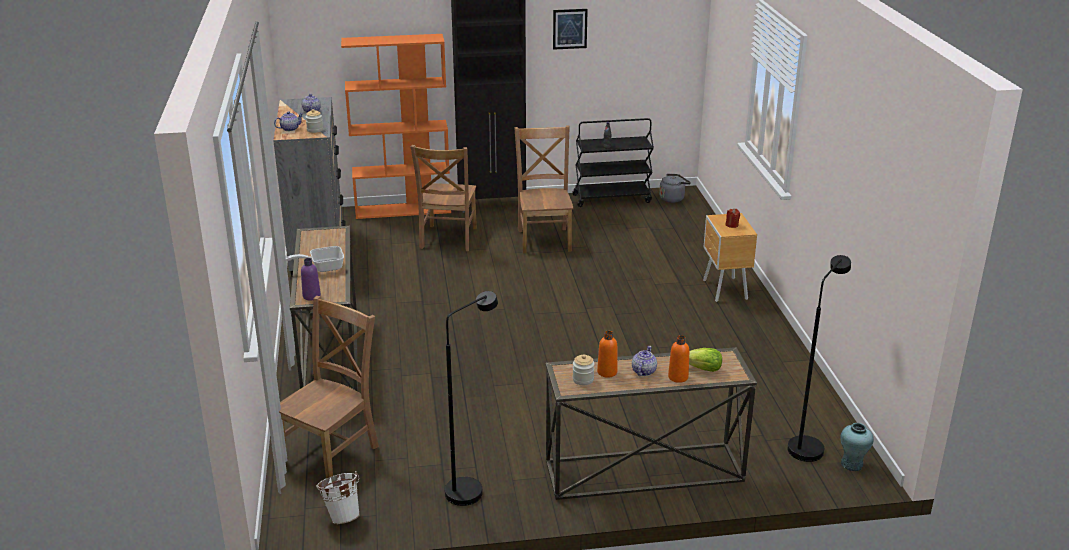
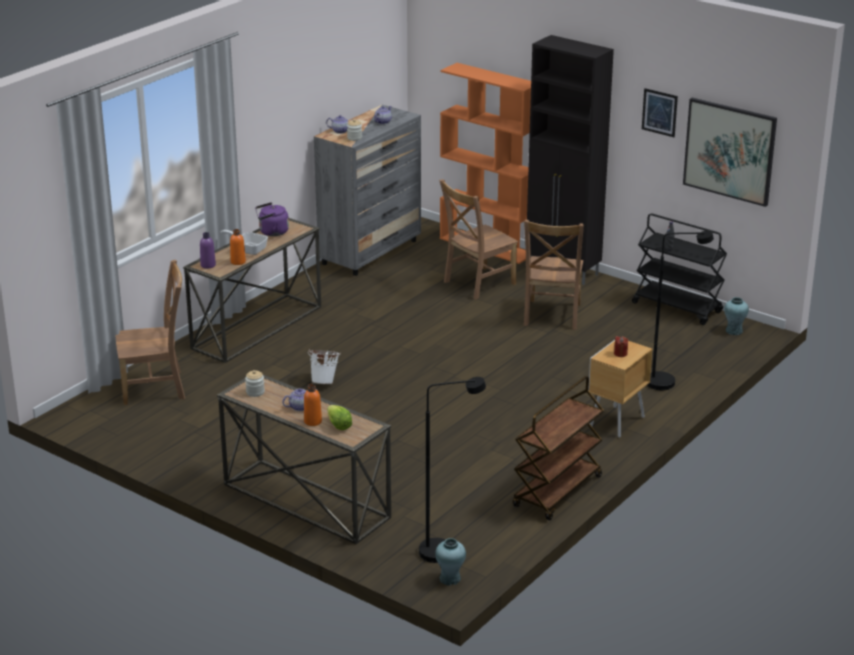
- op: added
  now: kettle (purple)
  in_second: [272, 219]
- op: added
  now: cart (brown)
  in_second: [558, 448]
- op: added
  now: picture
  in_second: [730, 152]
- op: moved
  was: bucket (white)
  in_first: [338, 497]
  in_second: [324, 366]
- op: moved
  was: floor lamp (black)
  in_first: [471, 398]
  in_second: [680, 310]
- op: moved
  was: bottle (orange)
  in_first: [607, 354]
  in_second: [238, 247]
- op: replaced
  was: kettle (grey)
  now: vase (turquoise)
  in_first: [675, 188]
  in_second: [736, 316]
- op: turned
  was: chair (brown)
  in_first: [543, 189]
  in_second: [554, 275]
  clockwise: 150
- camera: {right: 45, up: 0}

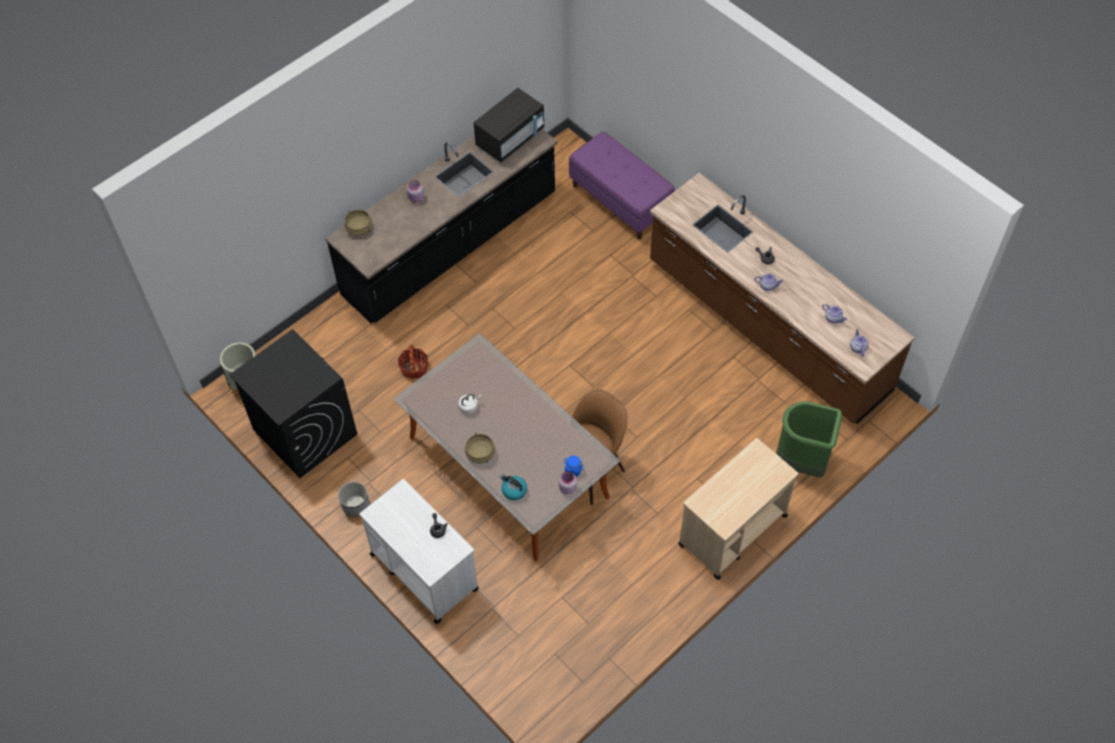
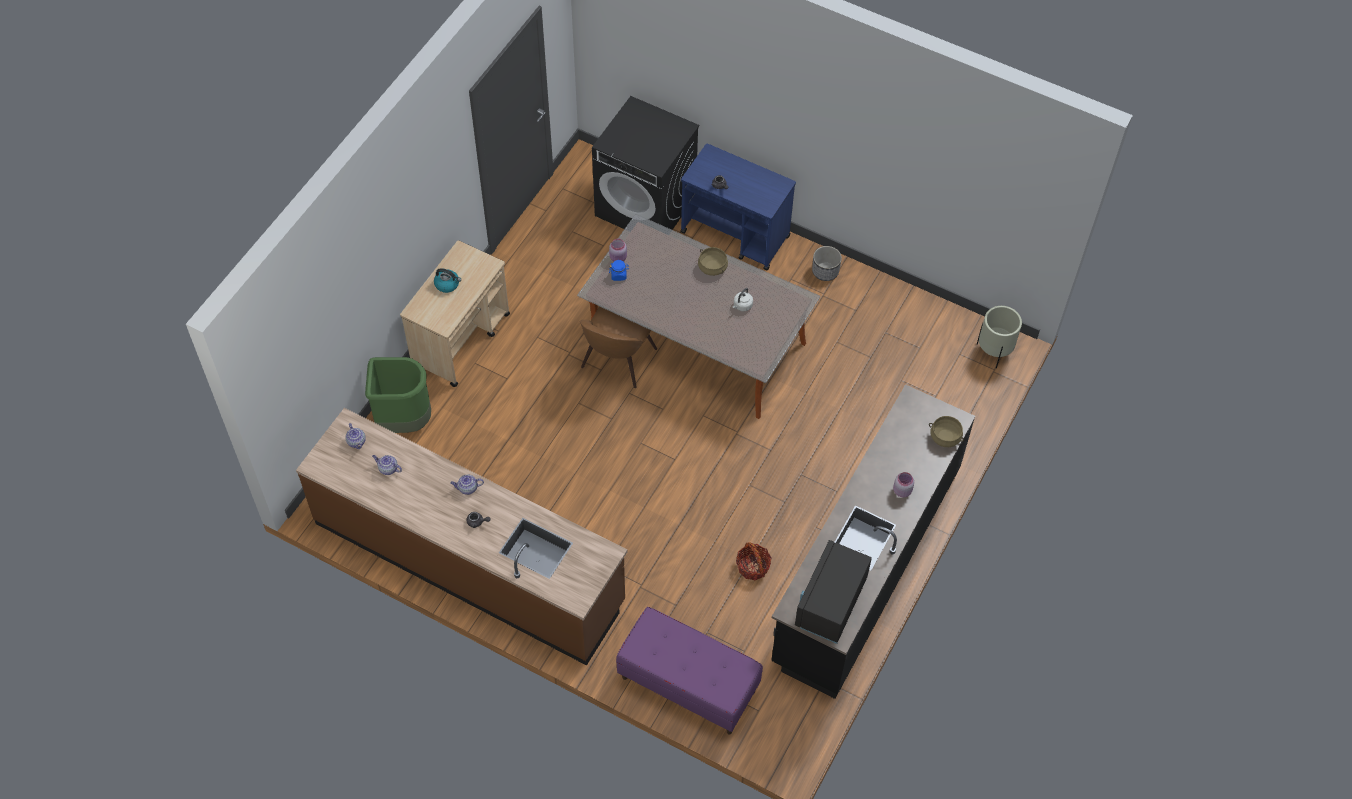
- op: moved
  was: washing machine (black)
  in_first: [293, 403]
  in_second: [645, 163]
- op: moved
  was: basket
  in_first: [413, 362]
  in_second: [754, 561]
- op: moved
  was: kettle
  in_first: [513, 487]
  in_second: [447, 280]
- op: recoloured
  was: cart (white)
  now: cart (blue)
  in_first: [419, 551]
  in_second: [738, 206]
- camera: {right: 160, up: 0}

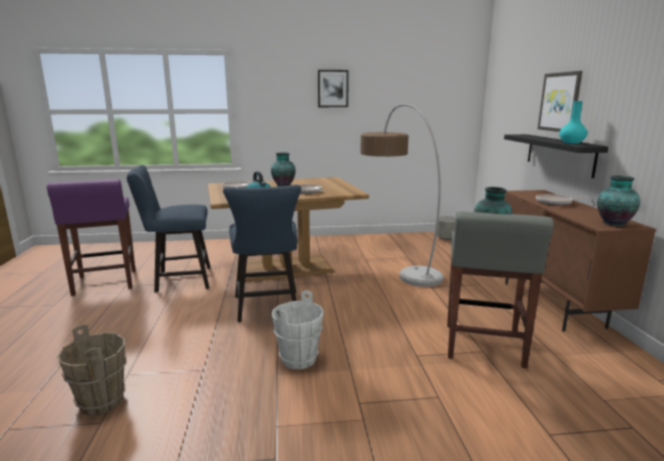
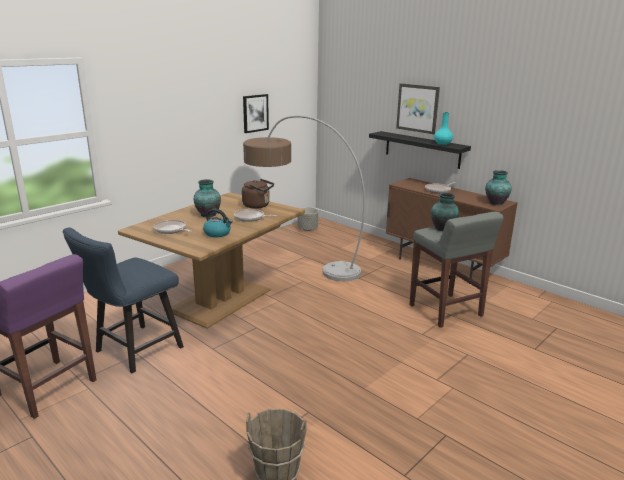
- op: removed
  was: chair (blue)
  in_first: [262, 253]
- op: removed
  was: bucket (white)
  in_first: [298, 330]
- op: added
  now: kettle (brown)
  in_second: [258, 194]
- op: moved
  was: picture
  in_first: [333, 88]
  in_second: [256, 113]
- camera: {right: -40, up: 5}

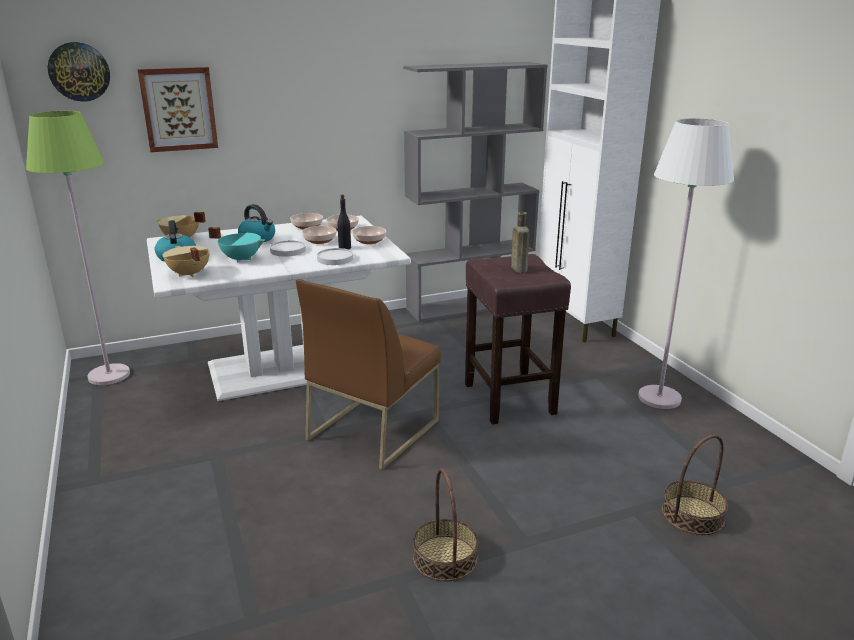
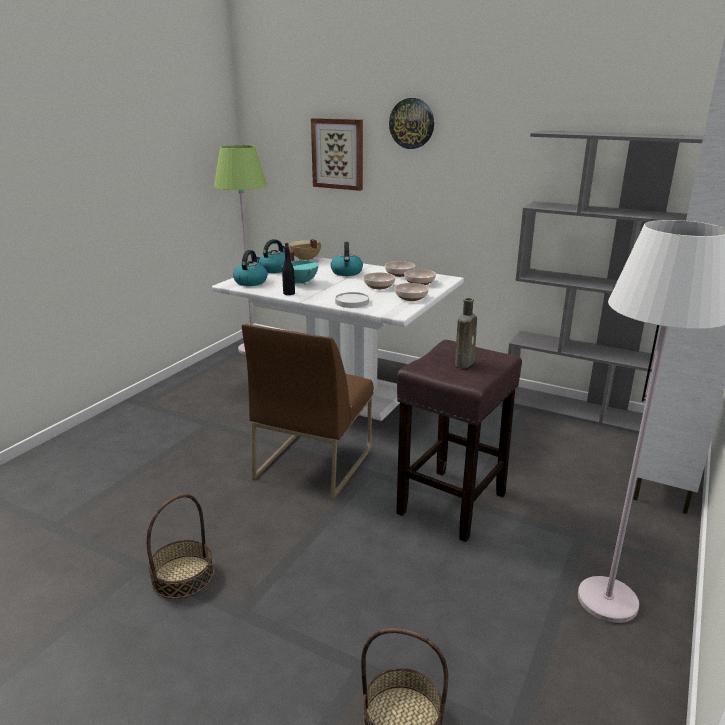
- op: removed
  was: plate (white)
  in_first: [288, 248]
- op: moved
  was: wall clock
  in_first: [79, 72]
  in_second: [411, 123]
- op: moved
  was: bottle (black)
  in_first: [344, 222]
  in_second: [288, 269]
- op: replaced
  was: cooking pot (beige)
  now: kettle
  in_first: [186, 261]
  in_second: [250, 268]
- op: turned
  was: chair (brown)
  in_first: [368, 374]
  in_second: [308, 412]
  clockwise: -60
- camera: {right: 50, up: 0}

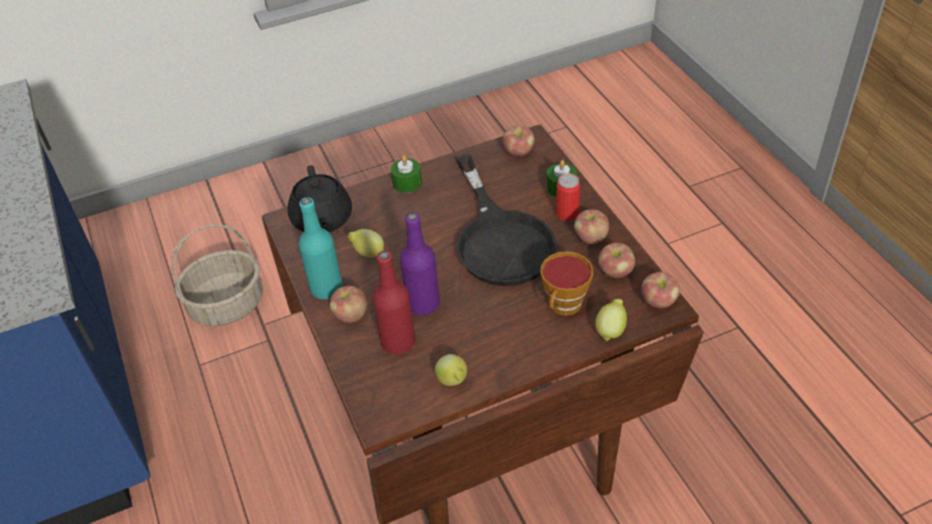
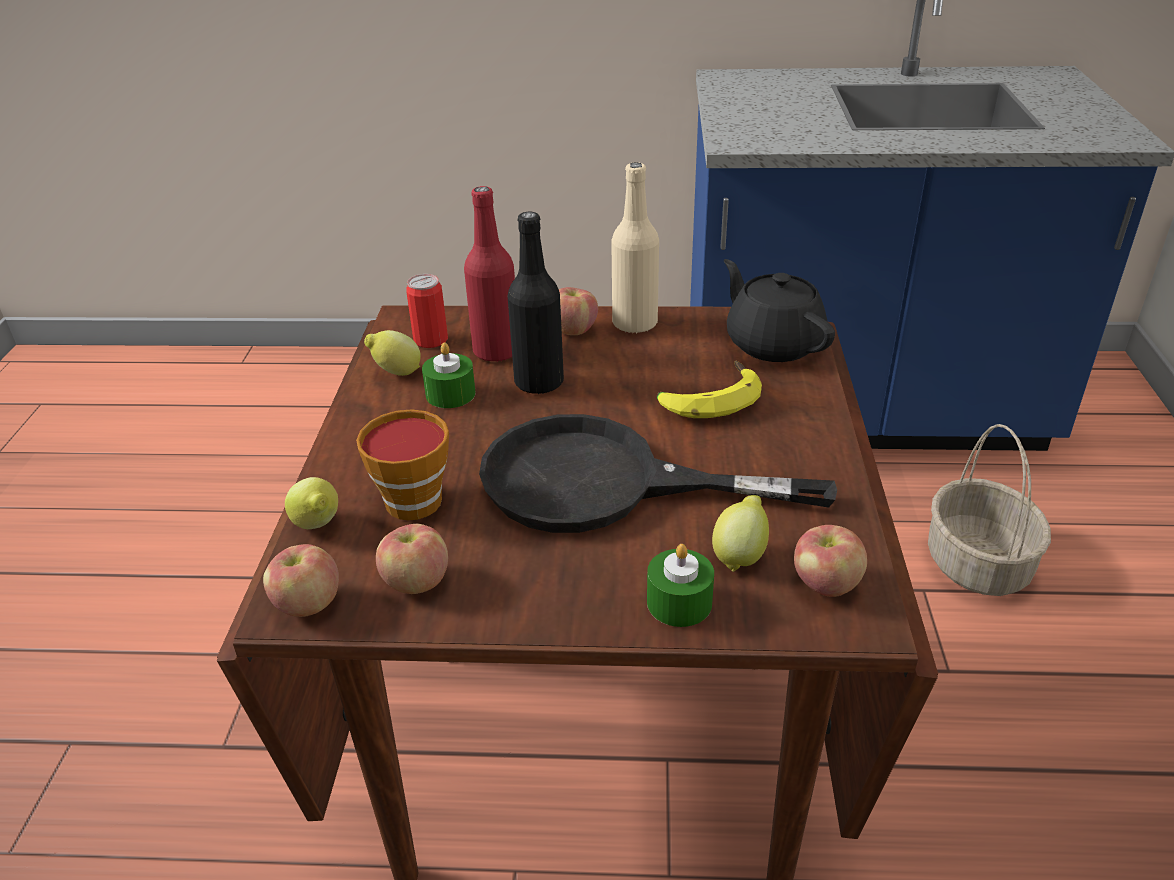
- op: removed
  was: apple
  in_first: [591, 226]
- op: added
  now: banana
  in_second: [709, 389]
- op: moved
  was: lemon
  in_first: [366, 243]
  in_second: [740, 533]
- op: moved
  was: candle (green)
  in_first: [406, 174]
  in_second: [449, 375]
- op: moved
  was: can
  in_first: [568, 197]
  in_second: [427, 311]
- op: recoloured
  was: bottle (turquoise)
  now: bottle (beige)
  in_first: [321, 248]
  in_second: [635, 247]
- op: recoloured
  was: bottle (purple)
  now: bottle (black)
  in_first: [420, 264]
  in_second: [535, 303]
- op: turned
  was: teapot (black)
  in_first: [320, 199]
  in_second: [779, 310]
  clockwise: 45
- camera: {right: 115, up: -10}

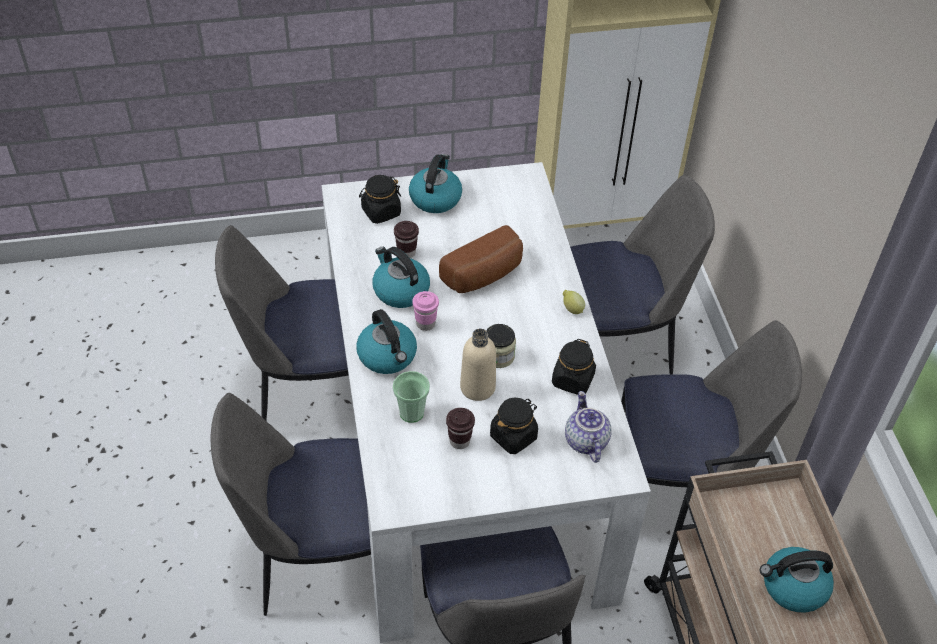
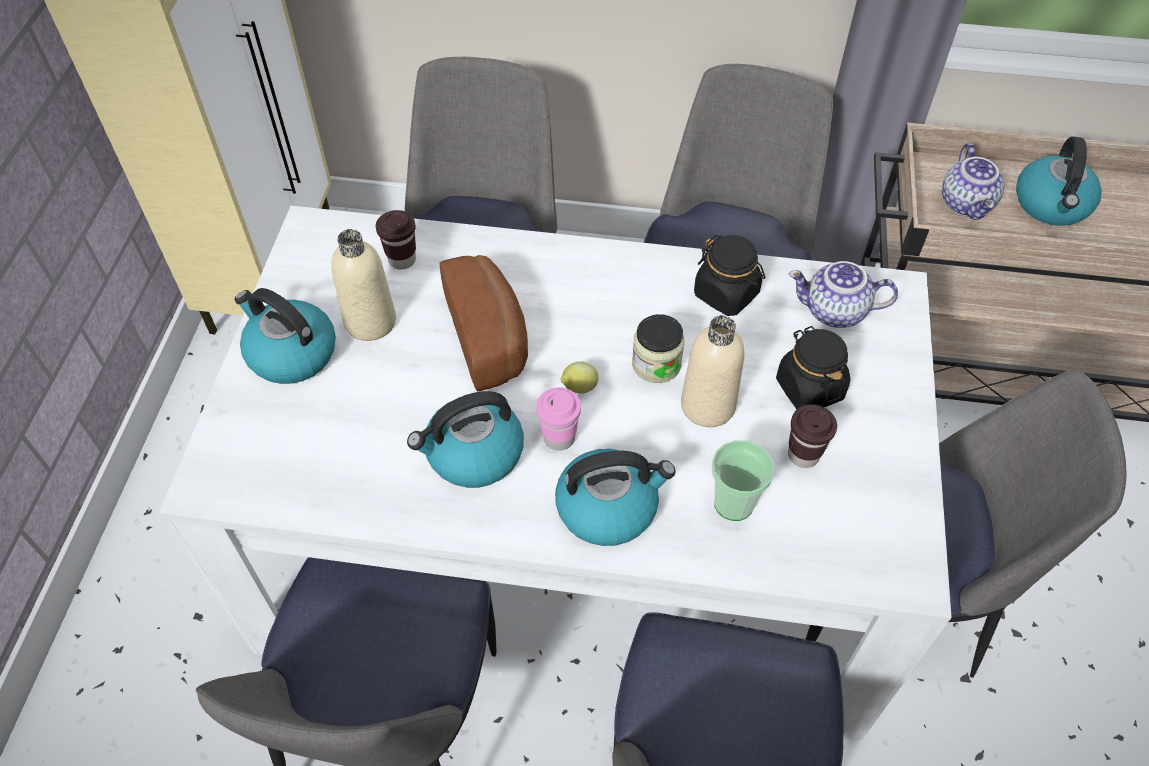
- op: removed
  was: jar (black)
  in_first: [380, 199]
- op: added
  now: bottle (beige)
  in_second: [363, 285]
- op: added
  now: teapot
  in_second: [973, 181]
- op: moved
  was: cup (brown)
  in_first: [406, 239]
  in_second: [396, 240]
- op: moved
  was: lemon
  in_first: [574, 302]
  in_second: [580, 377]
- camera: {right: -70, up: 5}

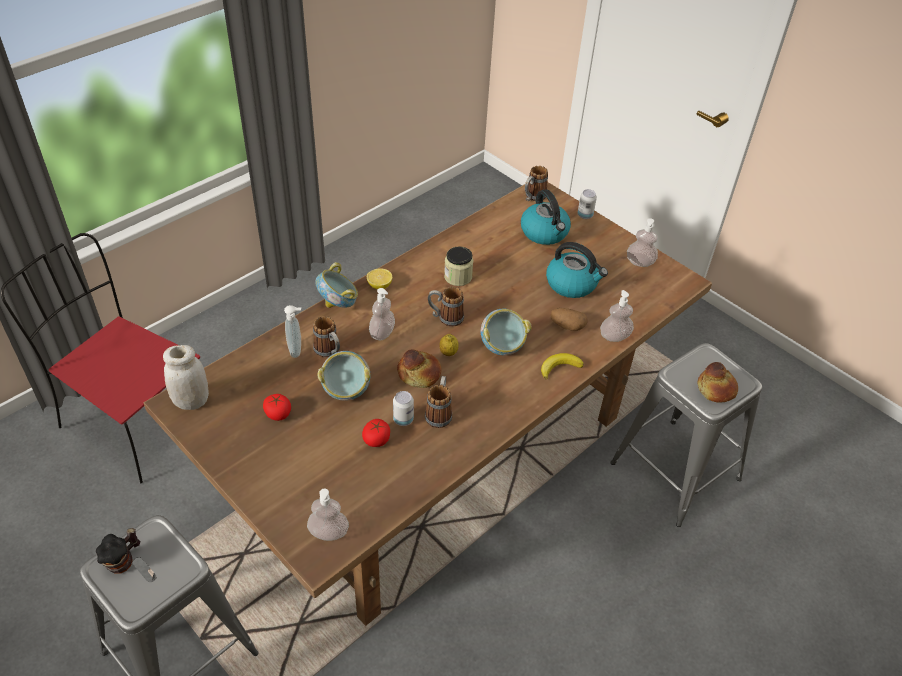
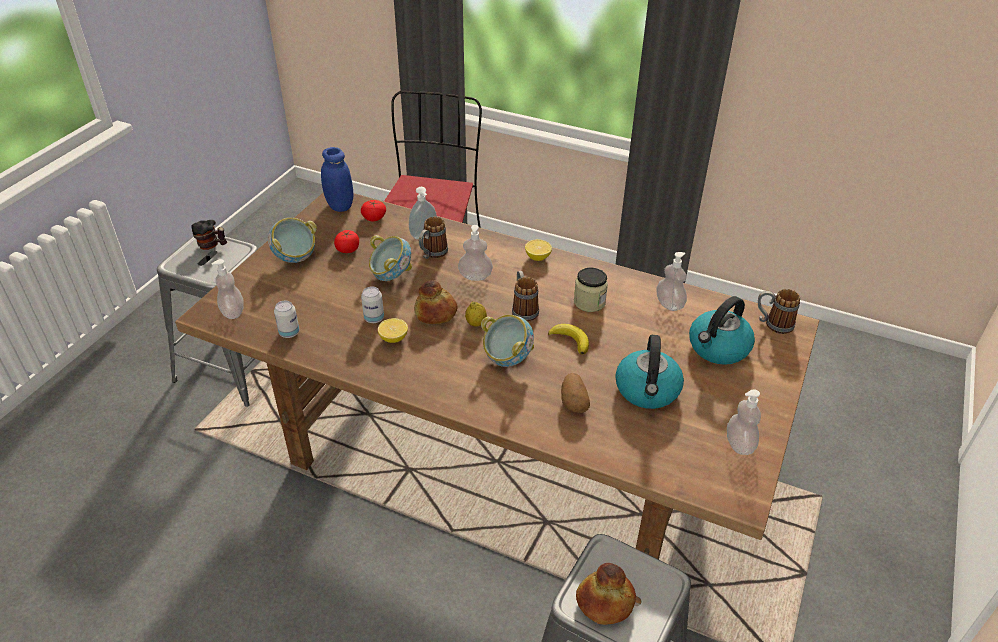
- op: moved
  was: bowl
  in_first: [336, 285]
  in_second: [292, 240]
- op: moved
  was: tomato
  in_first: [376, 433]
  in_second: [373, 210]
- op: moved
  was: banana
  in_first: [562, 366]
  in_second: [568, 339]
- op: moved
  was: can
  in_first: [587, 204]
  in_second: [286, 319]
- op: moved
  was: soap dispenser
  in_first: [617, 316]
  in_second: [671, 281]
- op: replaced
  was: mug
  now: lemon
  in_first: [438, 402]
  in_second: [393, 330]
- op: recoloured
  was: jar (white)
  now: jar (blue)
  in_first: [186, 377]
  in_second: [337, 179]
- camera: {right: 70, up: -5}

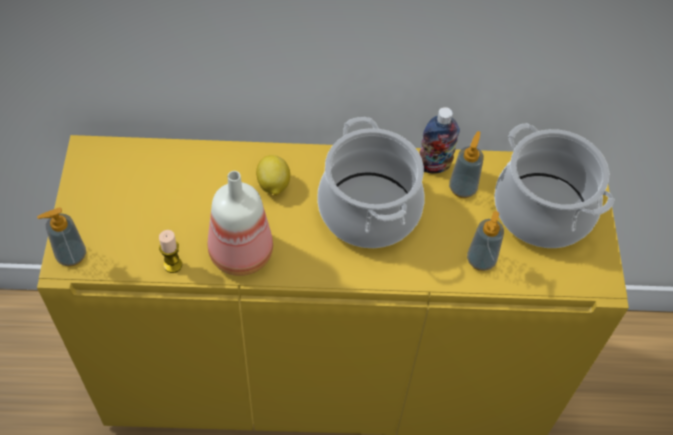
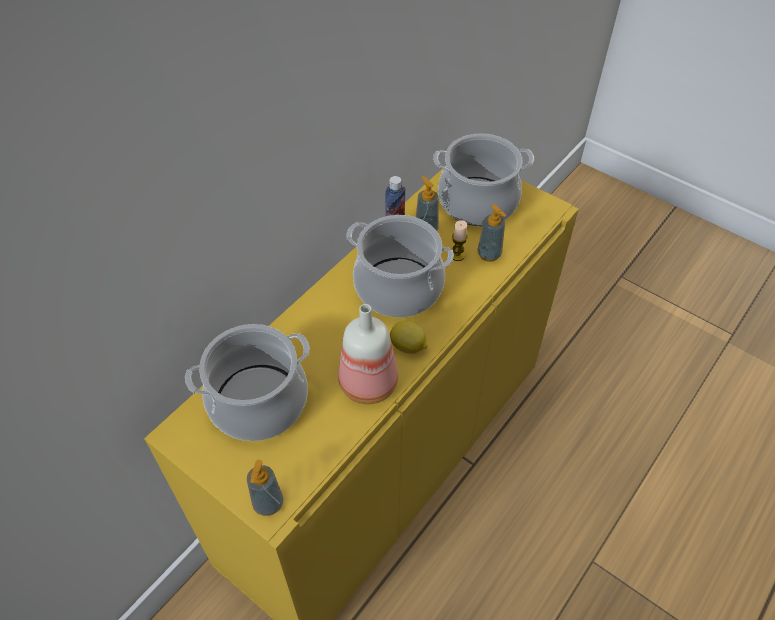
- op: added
  now: cooking pot
  in_second: [247, 382]
- op: moved
  was: candle
  in_first: [170, 251]
  in_second: [460, 240]
- op: moved
  was: lemon
  in_first: [273, 175]
  in_second: [408, 337]
- camera: {right: -50, up: -5}

